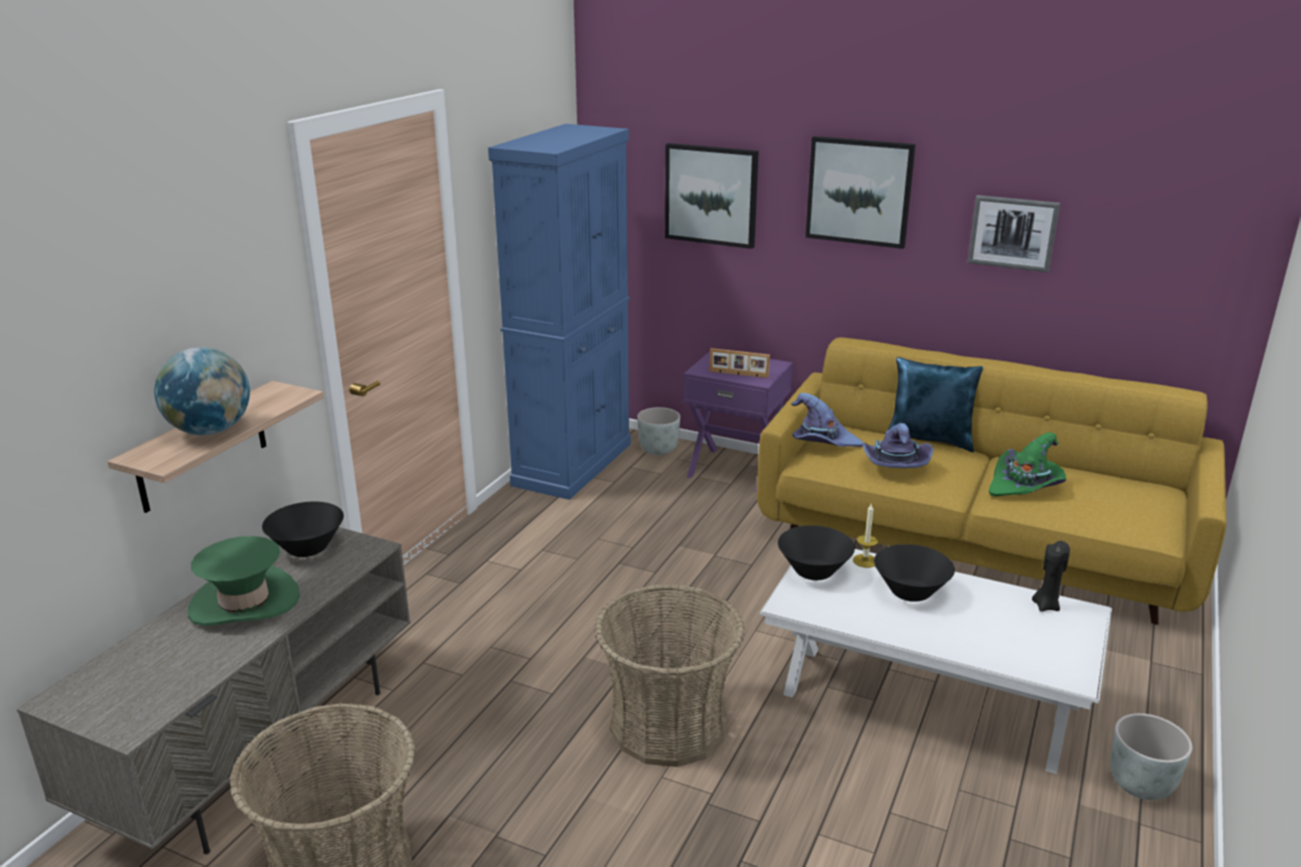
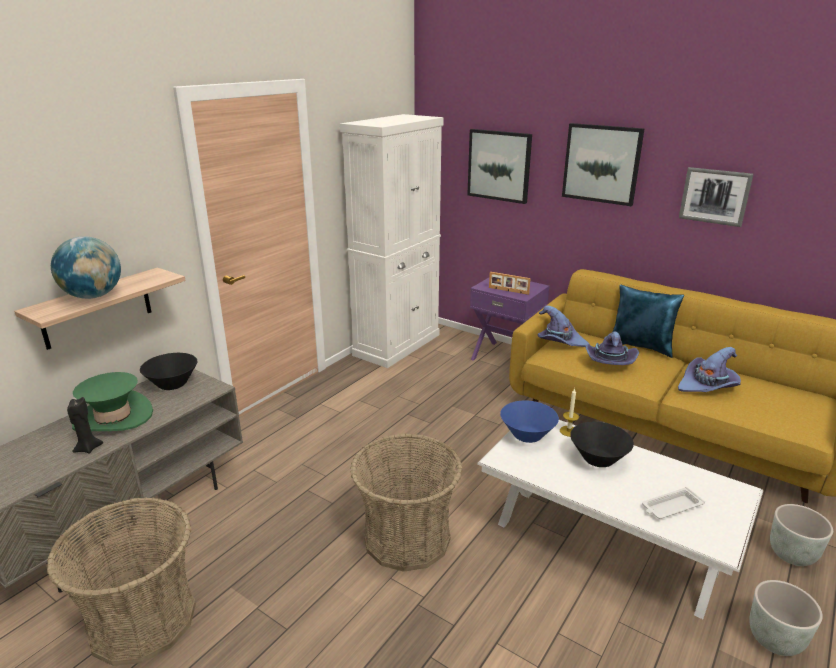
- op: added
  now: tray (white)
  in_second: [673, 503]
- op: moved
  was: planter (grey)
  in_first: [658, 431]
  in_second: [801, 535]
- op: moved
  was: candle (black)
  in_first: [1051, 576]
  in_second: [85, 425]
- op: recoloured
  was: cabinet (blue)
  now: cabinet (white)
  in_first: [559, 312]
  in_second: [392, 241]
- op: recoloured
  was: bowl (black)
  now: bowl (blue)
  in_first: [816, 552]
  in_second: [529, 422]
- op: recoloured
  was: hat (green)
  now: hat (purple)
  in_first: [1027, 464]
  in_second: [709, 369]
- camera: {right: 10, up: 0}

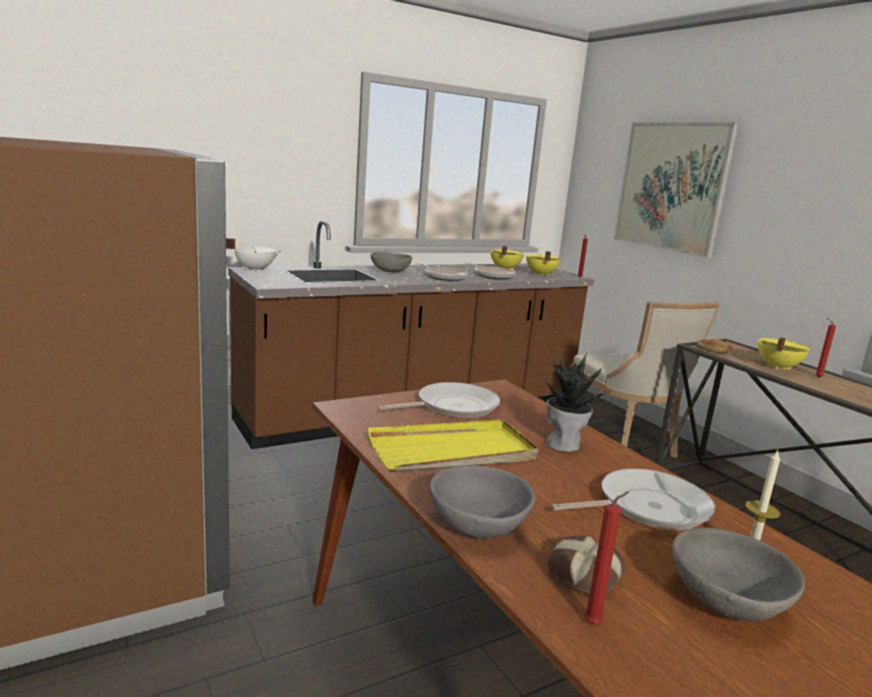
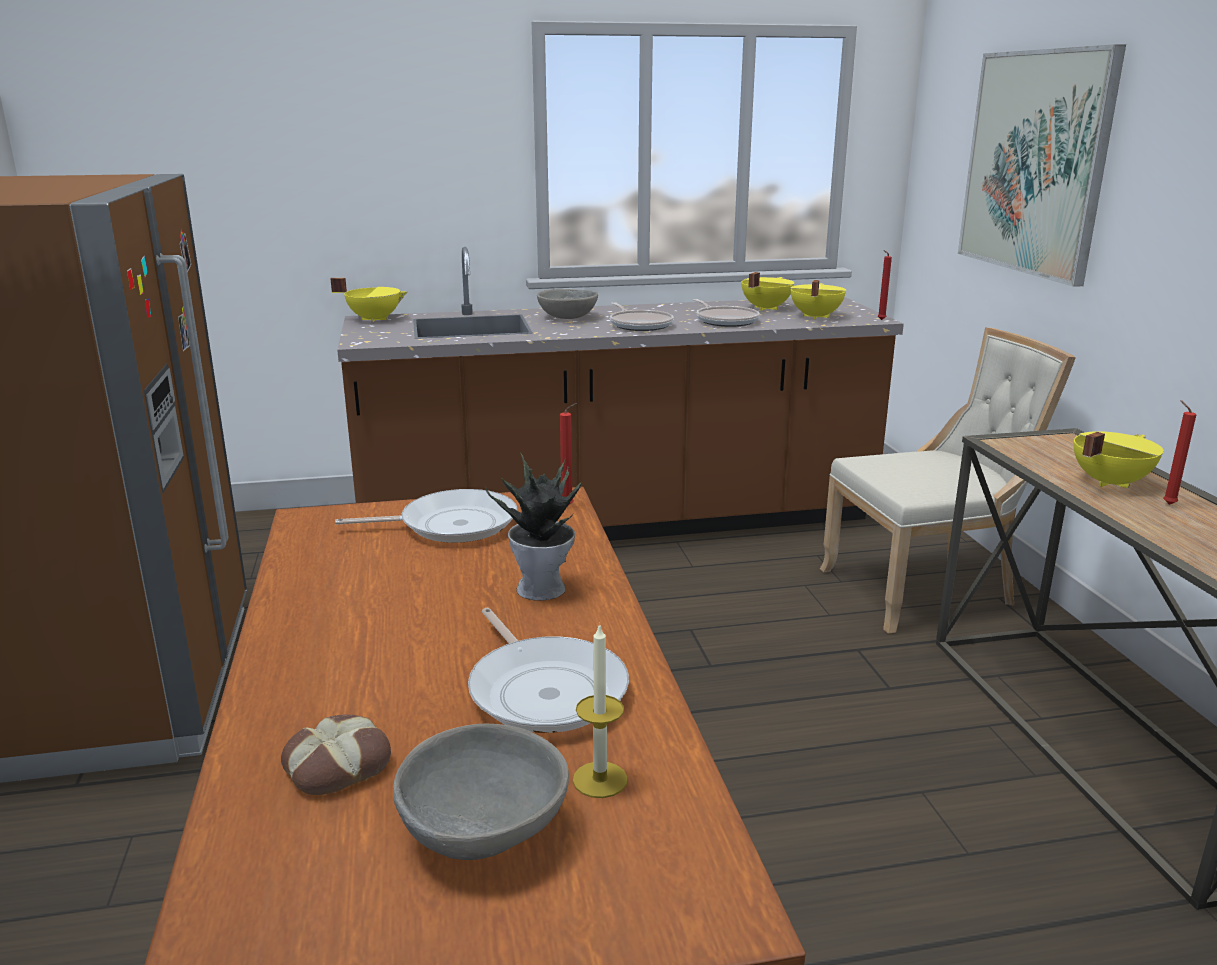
- op: removed
  was: tray (yellow)
  in_first: [453, 446]
- op: removed
  was: bowl (grey)
  in_first: [482, 502]
- op: removed
  was: bread
  in_first: [714, 346]
- op: moved
  was: candle (red)
  in_first: [606, 558]
  in_second: [568, 454]
- op: recoloured
  was: cooking pot (white)
  now: cooking pot (yellow)
  in_first: [254, 255]
  in_second: [369, 300]
- op: turned
  was: frying pan
  in_first: [633, 499]
  in_second: [548, 670]
  clockwise: 60
- op: turned
  was: chair (beige)
  in_first: [646, 380]
  in_second: [948, 480]
  clockwise: -105
- camera: {right: 20, up: 5}

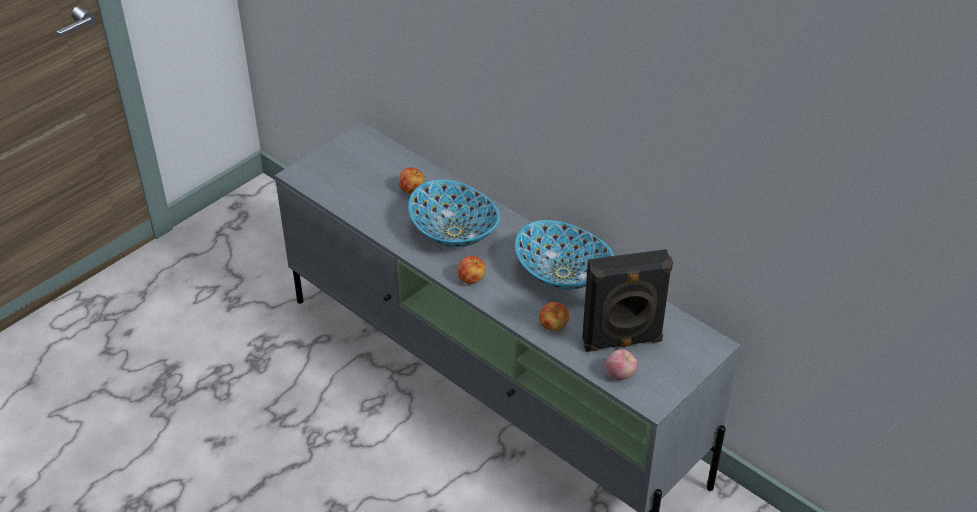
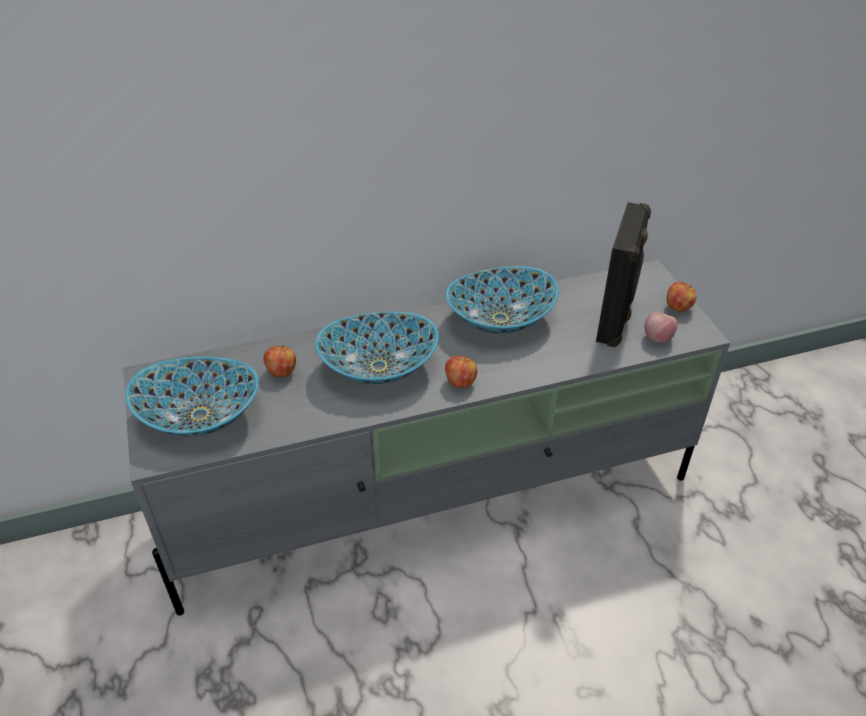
- op: added
  now: bowl
  in_second: [192, 396]
- op: moved
  was: apple
  in_first: [554, 316]
  in_second: [682, 297]
- camera: {right: -60, up: 0}

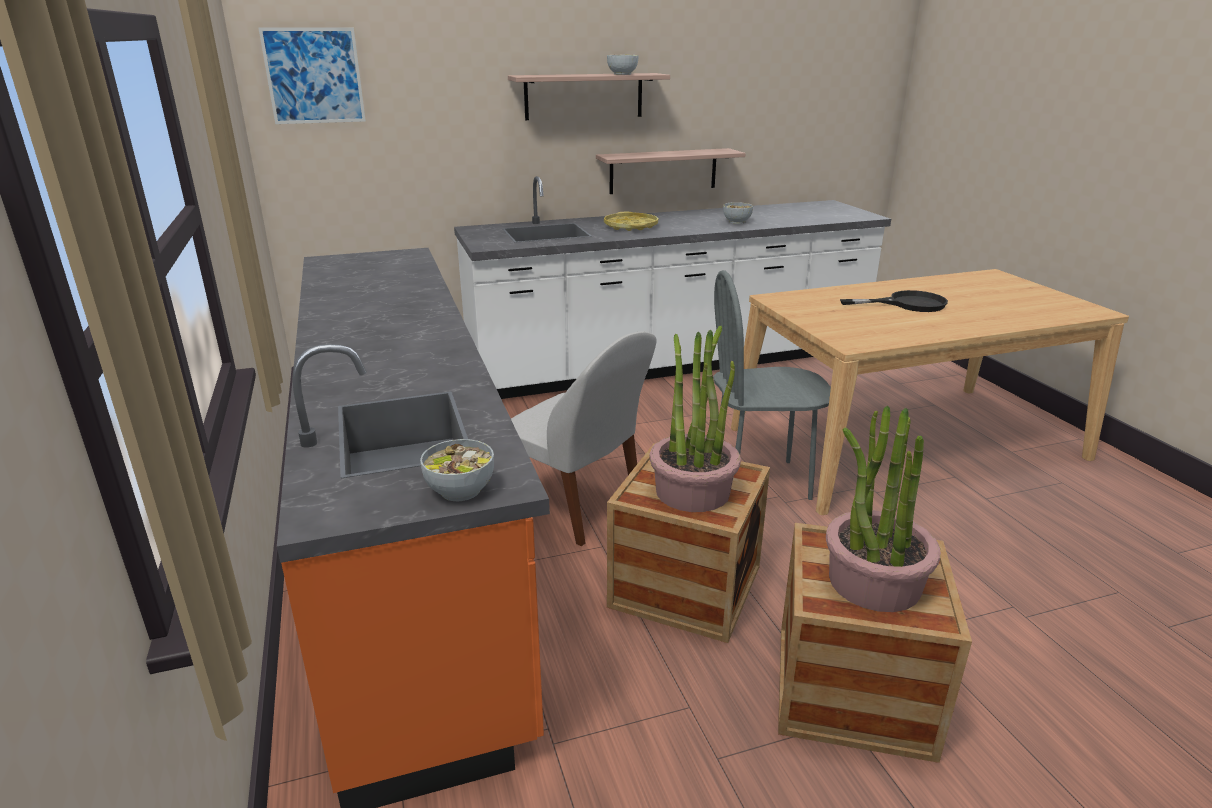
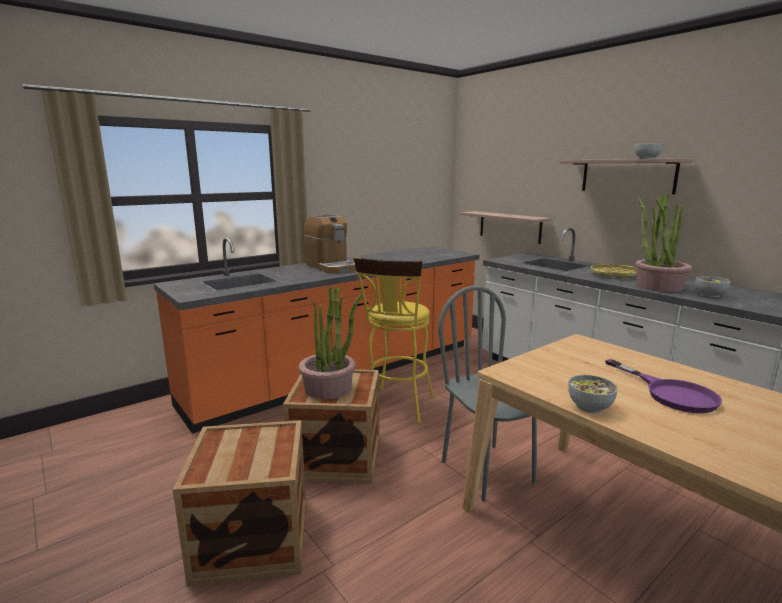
- op: removed
  was: picture
  in_first: [312, 75]
- op: added
  now: coffee machine
  in_second: [330, 244]
- op: moved
  was: bowl
  in_first: [457, 470]
  in_second: [593, 394]
- op: moved
  was: shelf
  in_first: [671, 171]
  in_second: [506, 227]
- op: moved
  was: potted plant
  in_first: [883, 509]
  in_second: [664, 242]
- op: replaced
  was: chair (white)
  now: stool (yellow)
  in_first: [584, 438]
  in_second: [393, 340]
- op: recoloured
  was: frying pan (black)
  now: frying pan (purple)
  in_first: [894, 301]
  in_second: [663, 386]
- camera: {right: 70, up: -10}

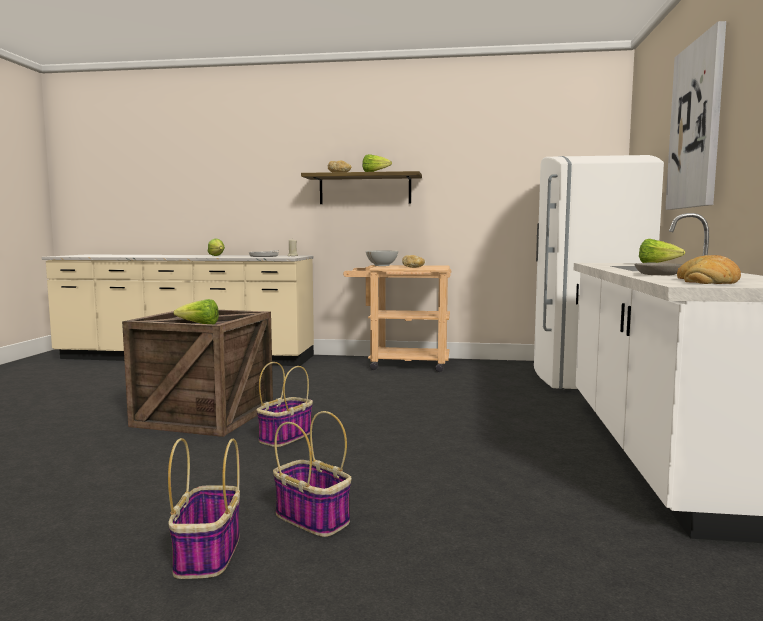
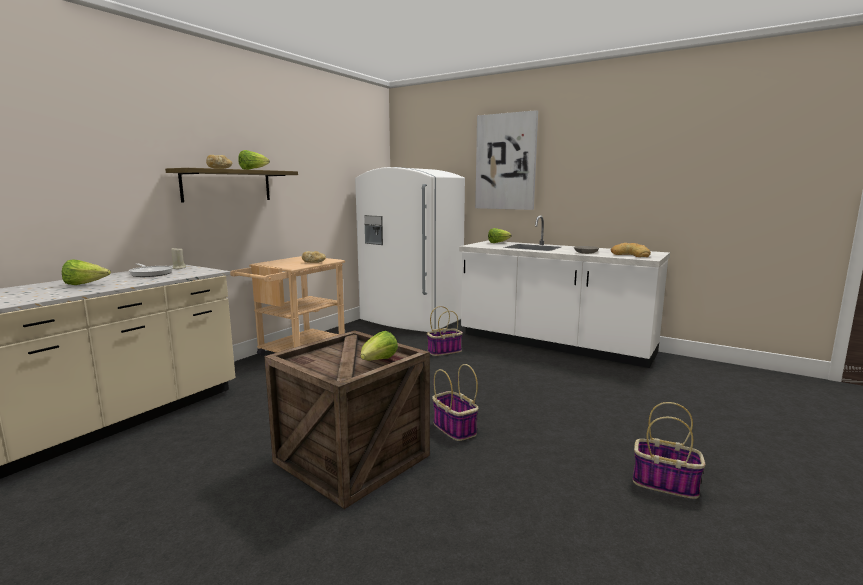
- op: removed
  was: bowl (white)
  in_first: [382, 258]
- op: moved
  was: basket
  in_first: [312, 474]
  in_second: [445, 331]
- camera: {right: -65, up: 5}

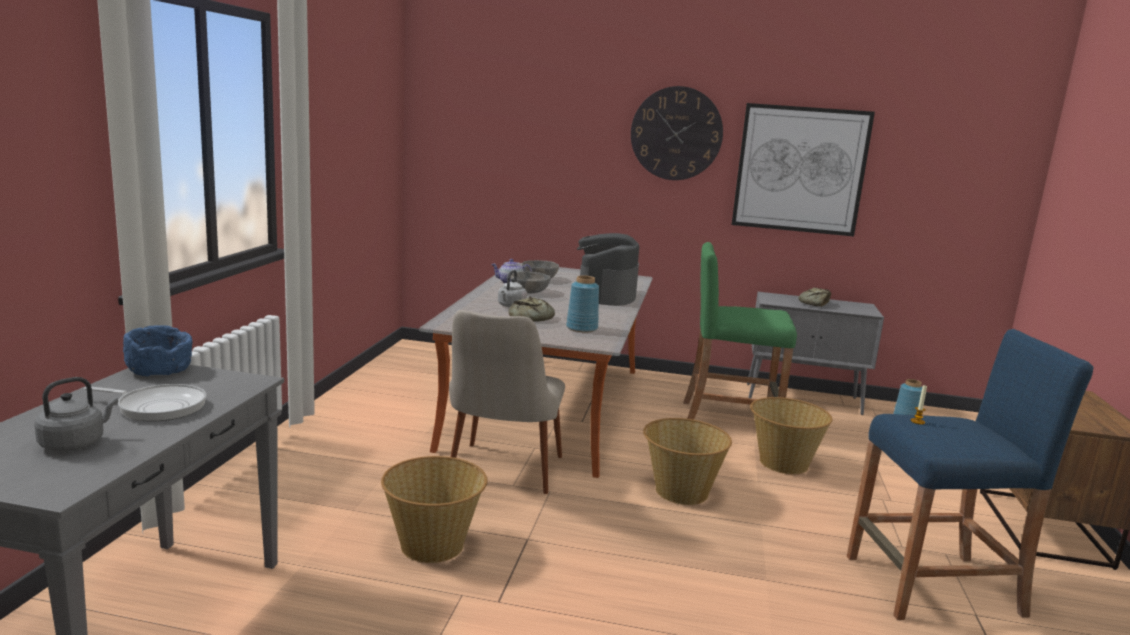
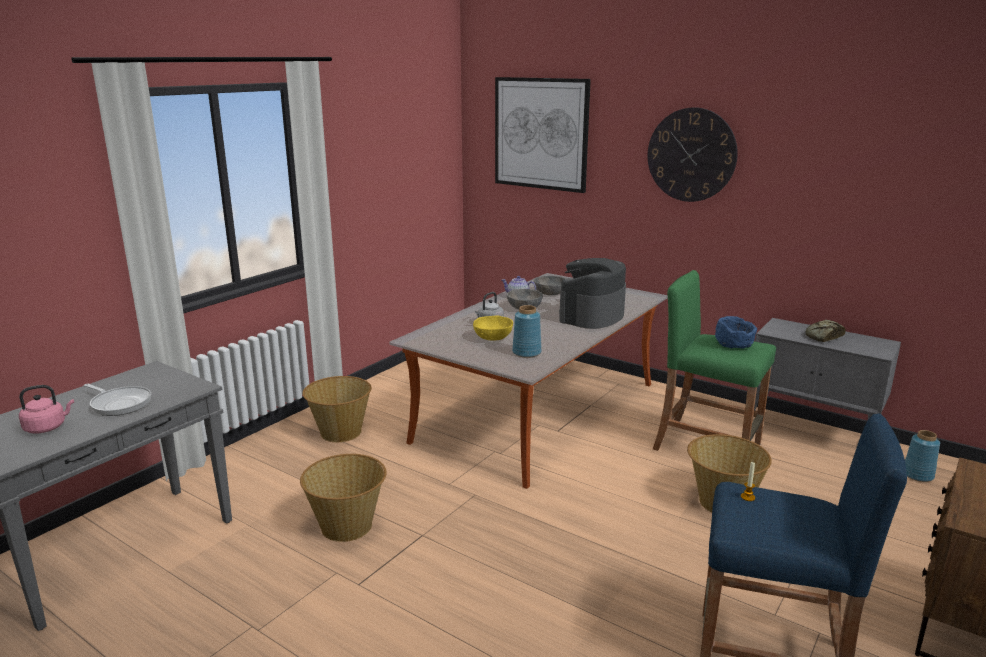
- op: removed
  was: chair (beige)
  in_first: [507, 402]
- op: moved
  was: bowl (blue)
  in_first: [158, 351]
  in_second: [736, 332]
- op: moved
  was: basket
  in_first: [687, 461]
  in_second: [336, 409]
- op: moved
  was: picture
  in_first: [803, 169]
  in_second: [543, 135]
- op: replaced
  was: bread
  now: bowl (yellow)
  in_first: [532, 309]
  in_second: [493, 328]
- op: recoloured
  was: kettle (grey)
  now: kettle (pink)
  in_first: [76, 414]
  in_second: [46, 409]
- camera: {right: 25, up: 5}

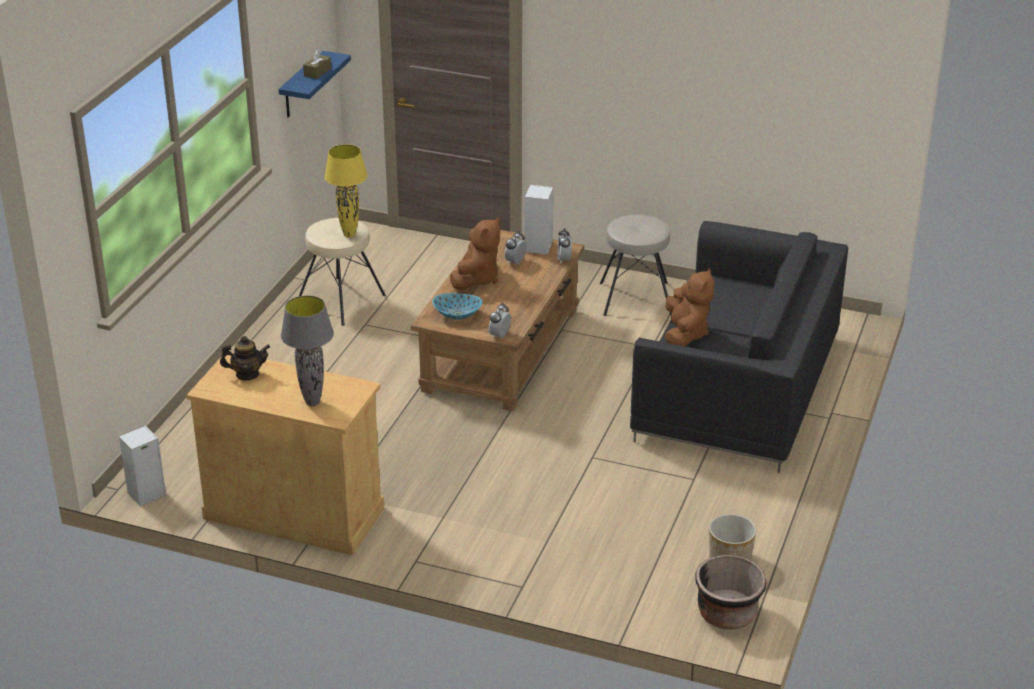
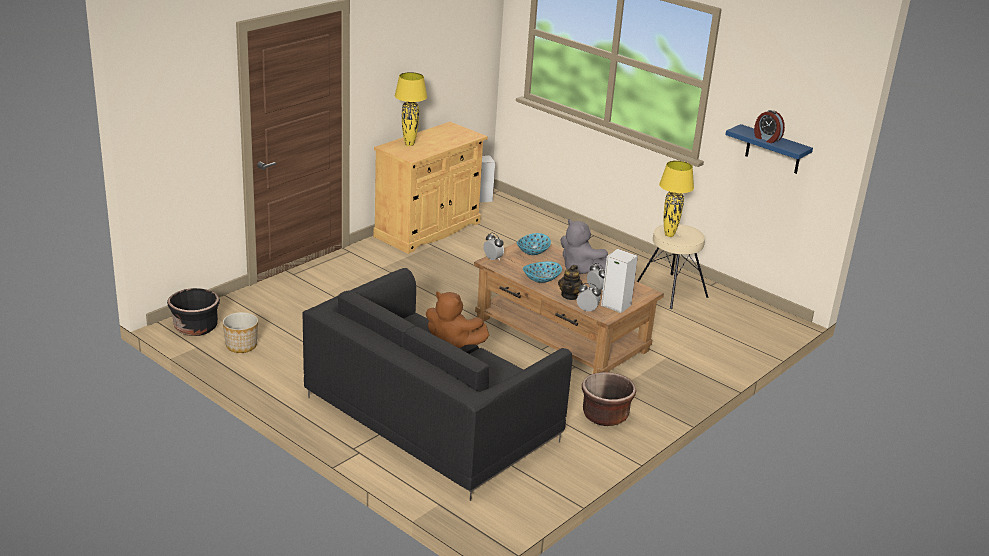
- op: added
  now: bowl
  in_second: [542, 272]
- op: moved
  was: teapot
  in_first: [245, 358]
  in_second: [570, 282]
- op: replaced
  was: tissue box (brown)
  now: alarm clock
  in_first: [317, 64]
  in_second: [769, 126]
- op: replaced
  was: stool (beige)
  now: planter (brown)
  in_first: [635, 265]
  in_second: [609, 399]
- op: recoloured
  was: table lamp (grey)
  now: table lamp (yellow)
  in_first: [307, 350]
  in_second: [411, 109]
- op: recoloured
  was: plush toy (brown)
  now: plush toy (grey)
  in_first: [475, 253]
  in_second: [584, 246]
- camera: {right: 110, up: -5}

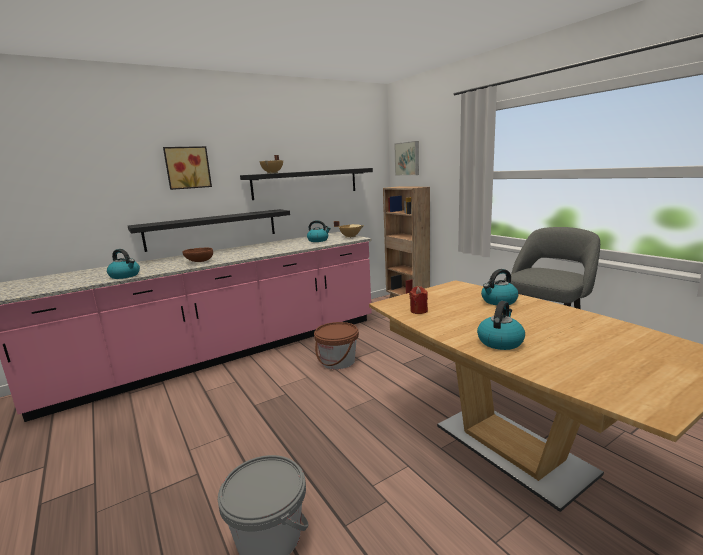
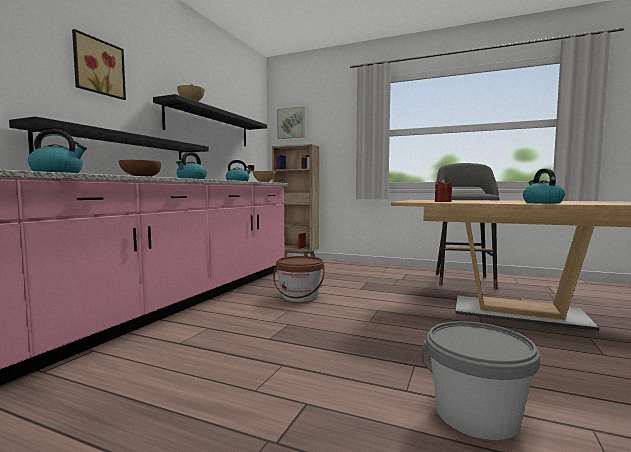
- op: moved
  was: kettle
  in_first: [499, 287]
  in_second: [191, 165]
- camera: {right: -35, up: -10}

